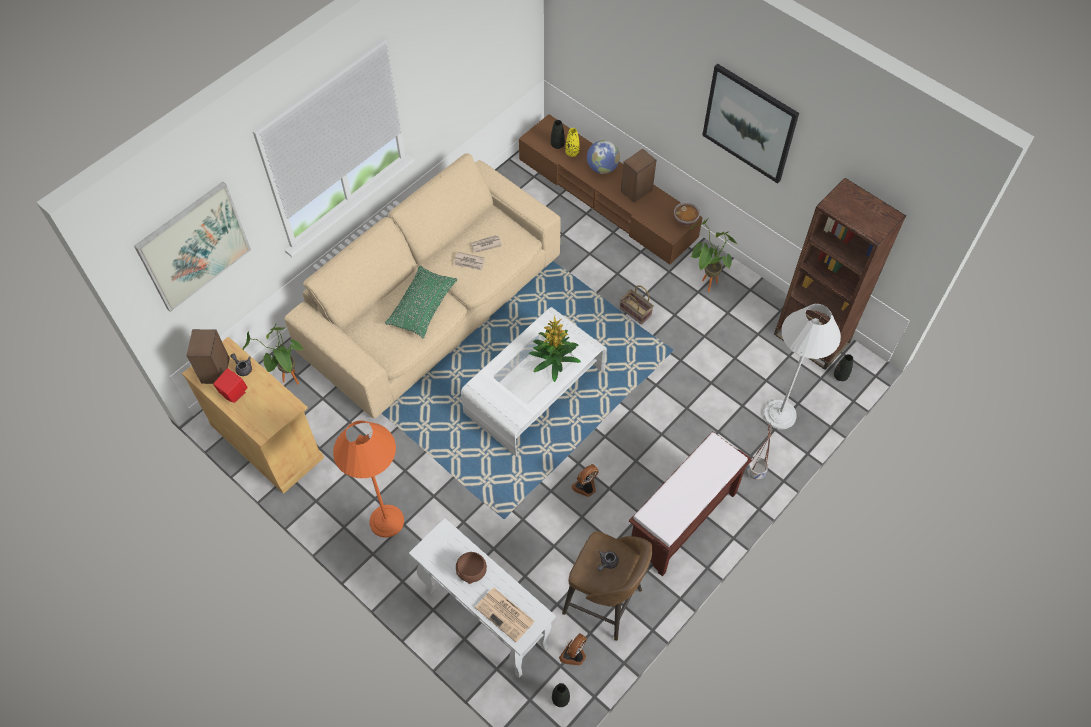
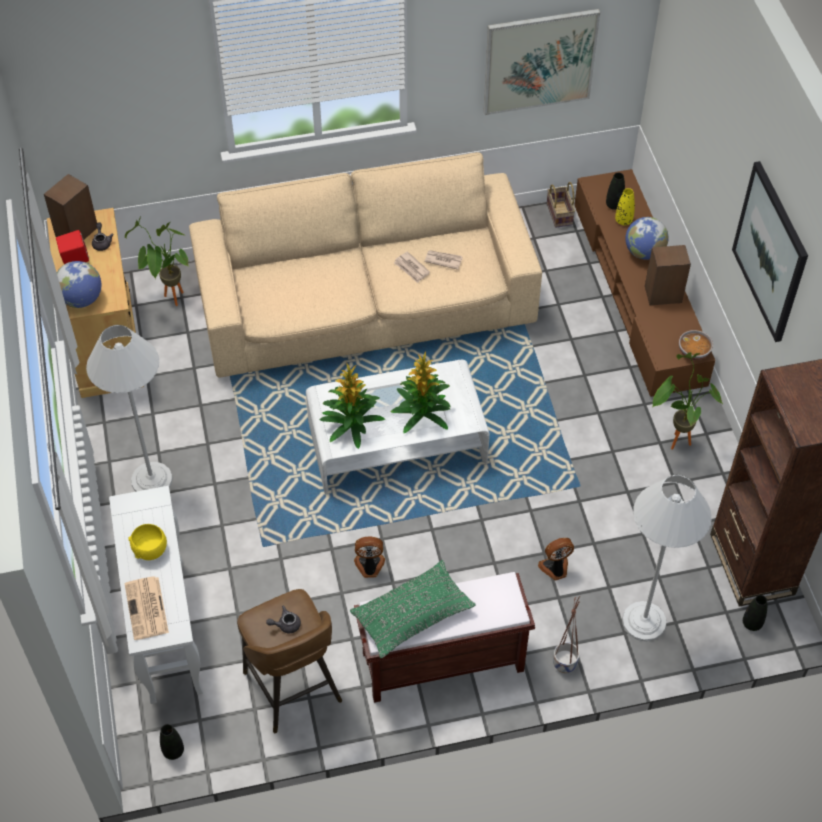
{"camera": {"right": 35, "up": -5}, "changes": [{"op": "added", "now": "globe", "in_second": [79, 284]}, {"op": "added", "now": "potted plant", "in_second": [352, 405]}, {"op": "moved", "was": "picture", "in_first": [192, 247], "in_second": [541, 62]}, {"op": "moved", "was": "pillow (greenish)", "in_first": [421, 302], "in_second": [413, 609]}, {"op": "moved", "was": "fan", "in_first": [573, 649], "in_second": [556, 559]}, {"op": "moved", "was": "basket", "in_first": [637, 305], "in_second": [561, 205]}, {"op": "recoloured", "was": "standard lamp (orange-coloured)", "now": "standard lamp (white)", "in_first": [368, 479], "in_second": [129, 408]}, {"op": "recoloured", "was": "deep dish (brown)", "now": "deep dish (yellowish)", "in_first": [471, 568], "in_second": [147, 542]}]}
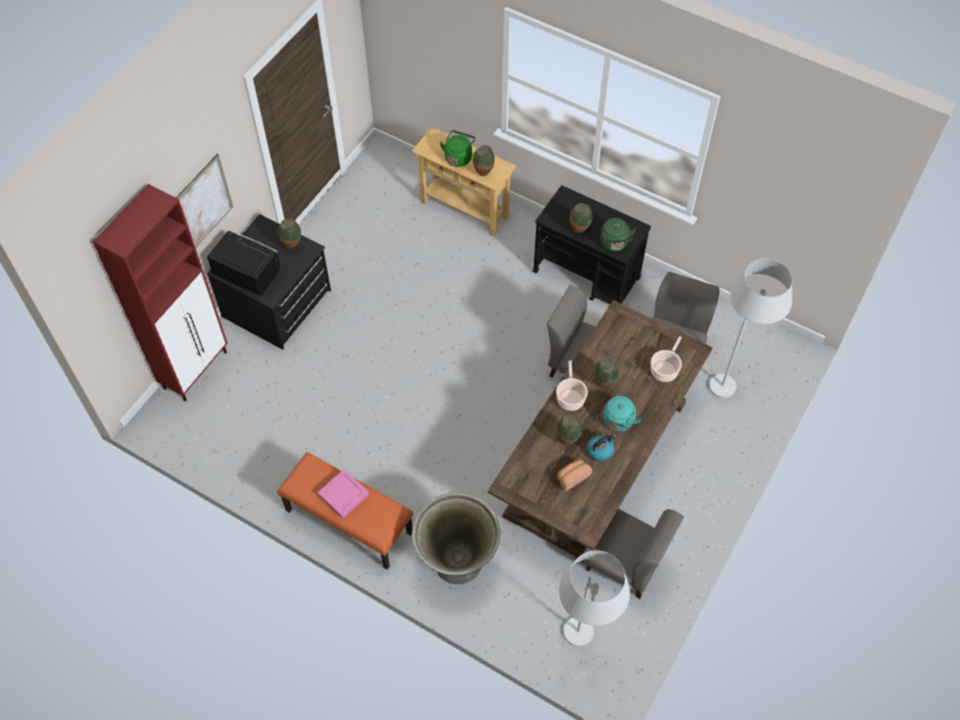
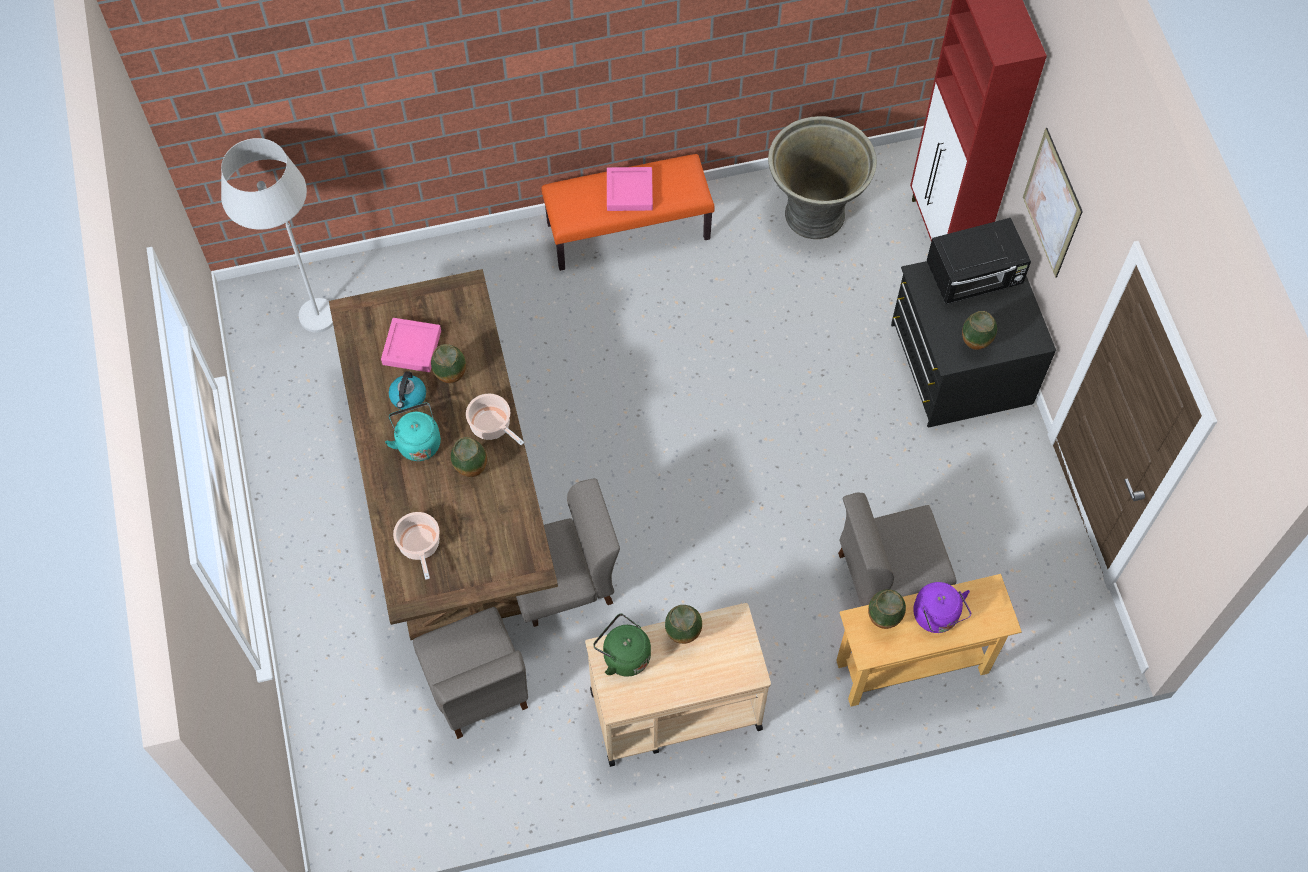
{"camera": {"right": 135, "up": 5}, "changes": [{"op": "removed", "was": "standard lamp (white)", "in_first": [750, 329]}, {"op": "moved", "was": "flower pot (grey)", "in_first": [456, 538], "in_second": [822, 177]}, {"op": "moved", "was": "plain chair (grey)", "in_first": [632, 554], "in_second": [897, 549]}, {"op": "replaced", "was": "bakery bread", "now": "carrying tray (pink-coloured)", "in_first": [574, 475], "in_second": [411, 345]}, {"op": "recoloured", "was": "water kettle (greenish)", "now": "water kettle (purplish)", "in_first": [458, 148], "in_second": [942, 607]}, {"op": "recoloured", "was": "trolley (black)", "now": "trolley (beige-coloured)", "in_first": [592, 244], "in_second": [678, 685]}]}
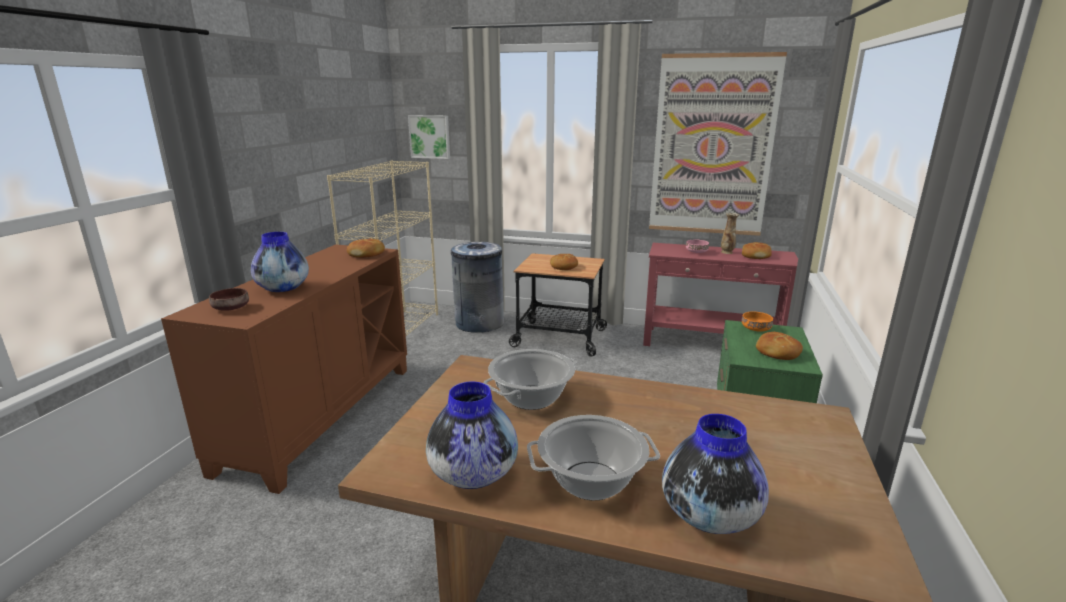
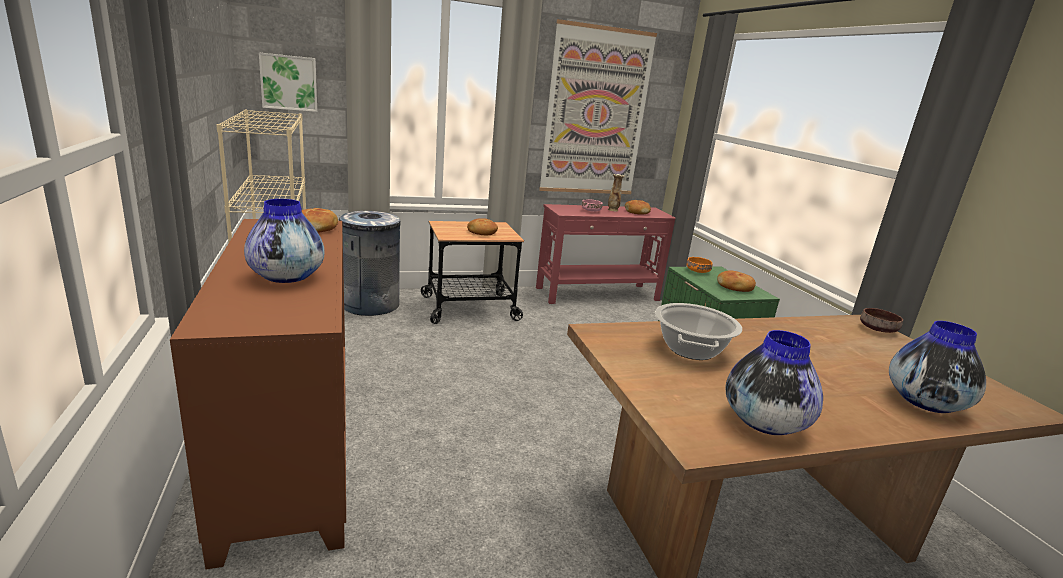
{"camera": {"right": -35, "up": 0}, "changes": [{"op": "removed", "was": "cooking pot", "in_first": [593, 457]}, {"op": "moved", "was": "deep dish (brown)", "in_first": [229, 299], "in_second": [881, 320]}]}
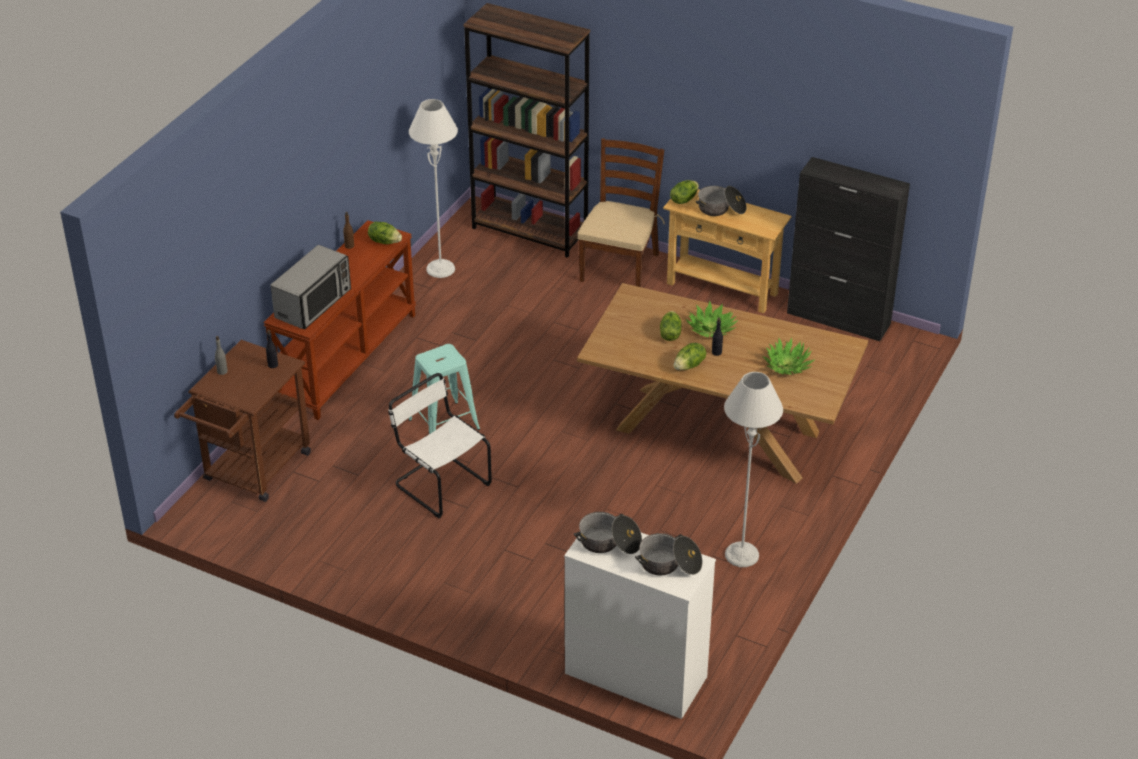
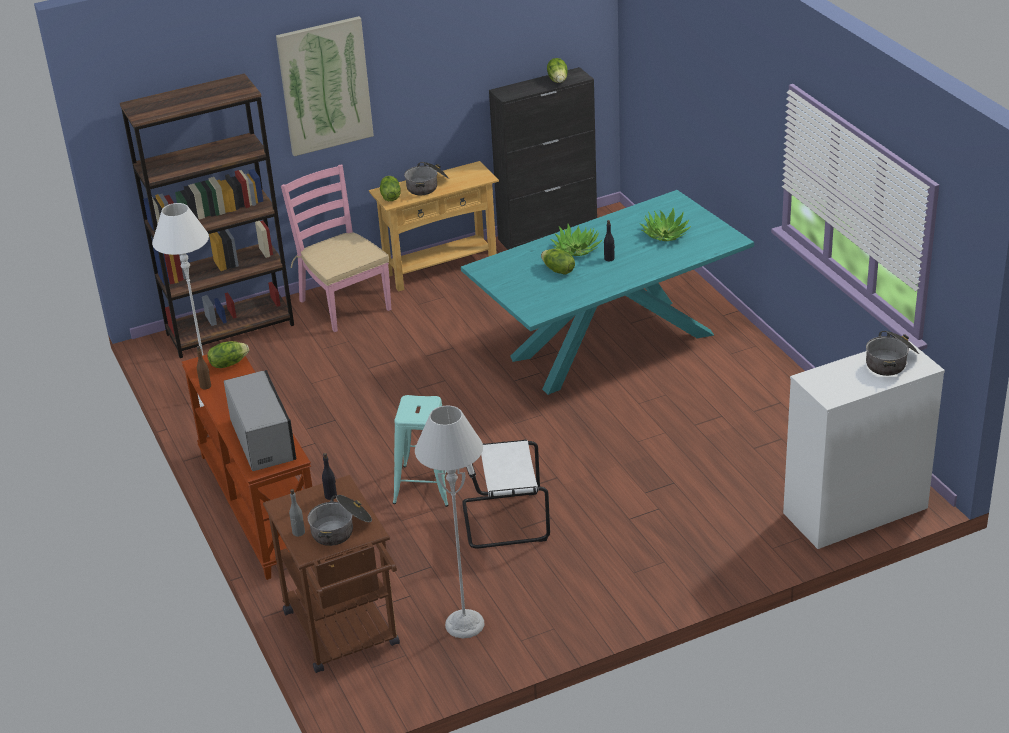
{"camera": {"right": -50, "up": -5}, "changes": [{"op": "added", "now": "picture", "in_second": [325, 86]}, {"op": "moved", "was": "cooking pot", "in_first": [608, 533], "in_second": [340, 520]}, {"op": "moved", "was": "lettuce head", "in_first": [690, 356], "in_second": [557, 70]}, {"op": "moved", "was": "standard lamp (grey)", "in_first": [753, 469], "in_second": [449, 521]}, {"op": "recoloured", "was": "plain chair (brown)", "now": "plain chair (pink-coloured)", "in_first": [621, 212], "in_second": [336, 248]}, {"op": "recoloured", "was": "dining table (brown)", "now": "dining table (blue-green)", "in_first": [722, 383], "in_second": [607, 292]}]}
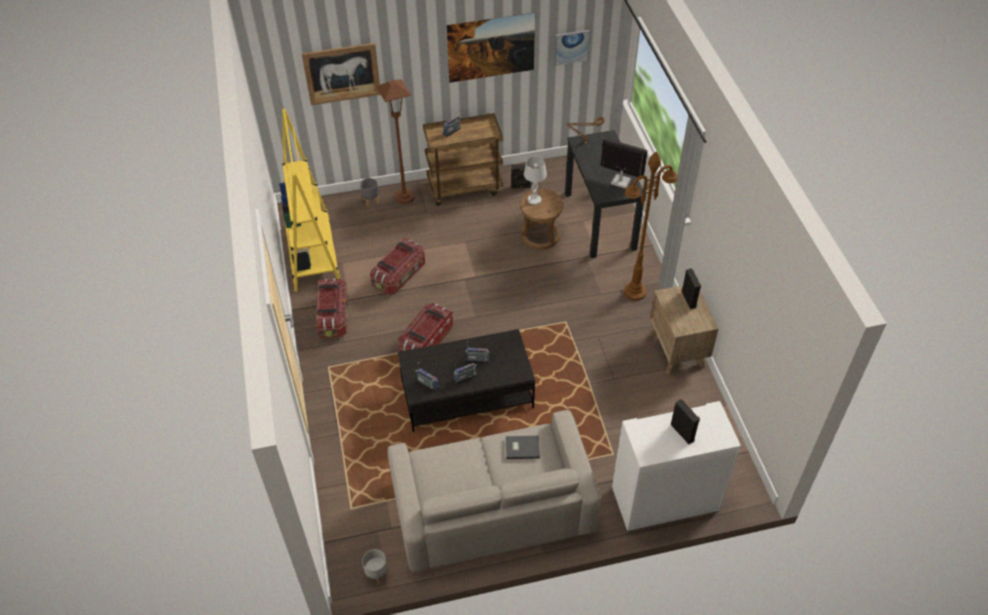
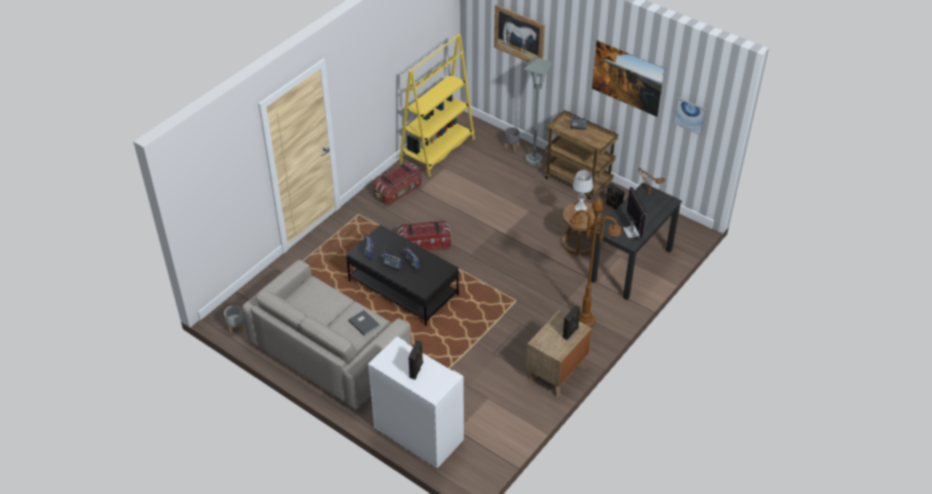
{"camera": {"right": 50, "up": -5}, "changes": [{"op": "removed", "was": "storage container", "in_first": [397, 266]}, {"op": "recoloured", "was": "standard lamp (brown)", "now": "standard lamp (grey)", "in_first": [395, 141], "in_second": [539, 111]}]}
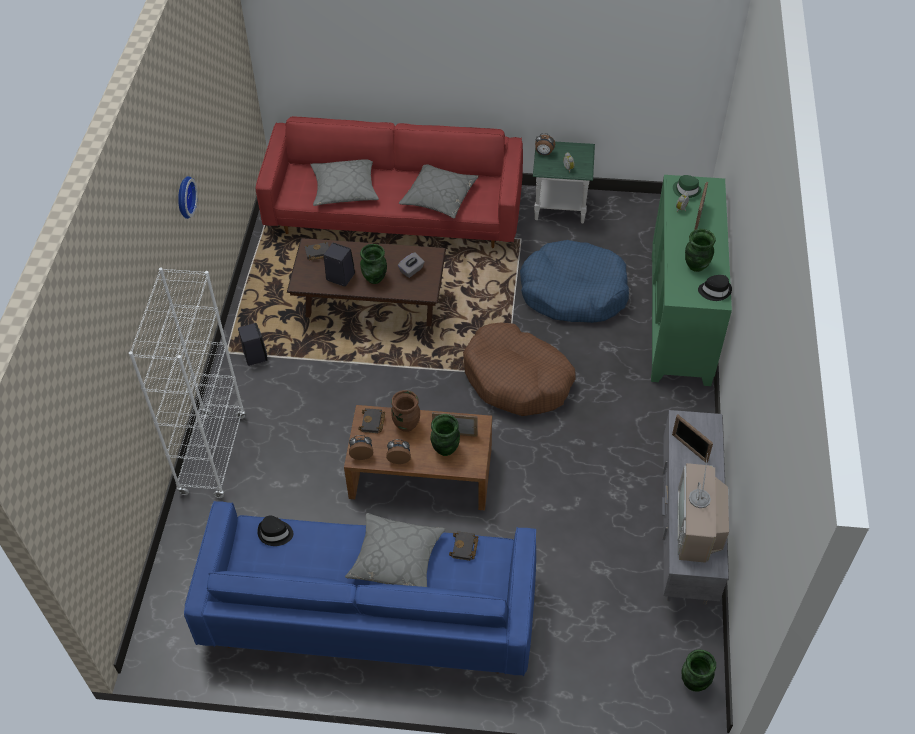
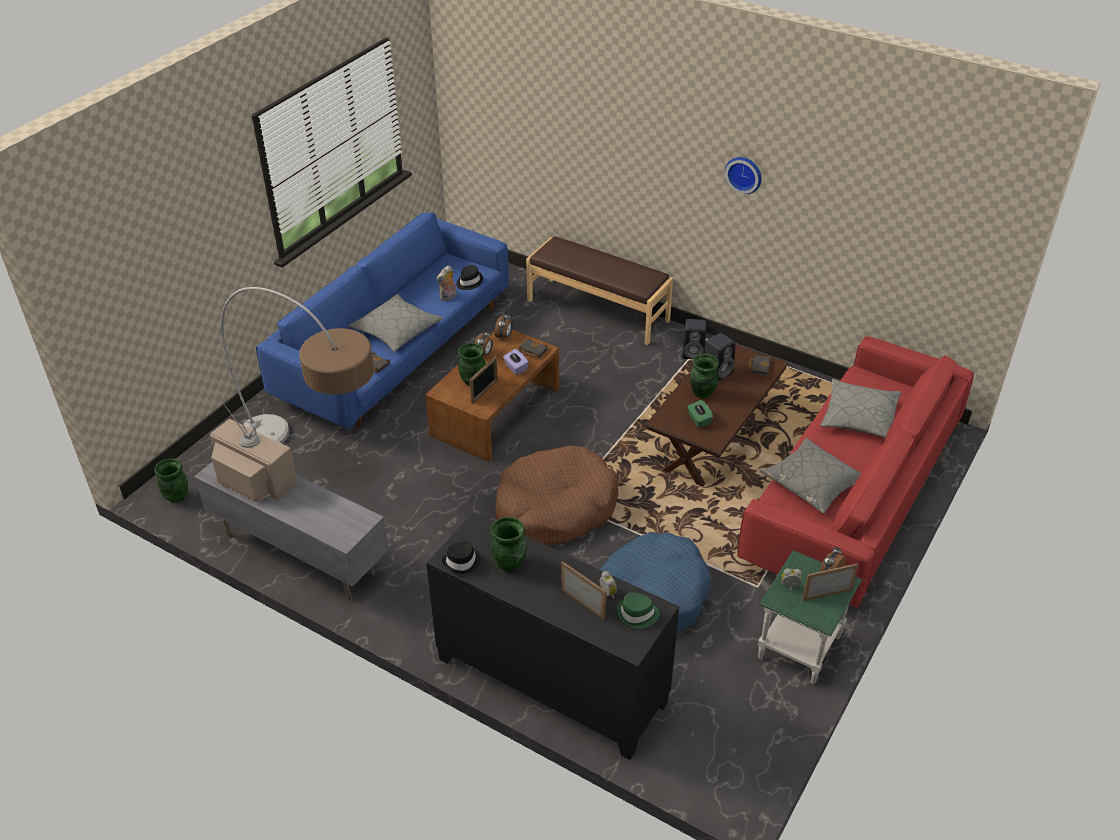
{"camera": {"right": 115, "up": -10}, "changes": [{"op": "added", "now": "standard lamp", "in_second": [297, 365]}, {"op": "added", "now": "cuddly toy", "in_second": [446, 283]}, {"op": "moved", "was": "standing frame", "in_first": [692, 438], "in_second": [830, 582]}, {"op": "replaced", "was": "bookcase (white)", "now": "bench (brown)", "in_first": [187, 383], "in_second": [599, 290]}, {"op": "replaced", "was": "flower vase (brown)", "now": "tissue holder (purplish)", "in_first": [405, 411], "in_second": [516, 362]}, {"op": "recoloured", "was": "tissue holder (grey)", "now": "tissue holder (greenish)", "in_first": [411, 265], "in_second": [700, 414]}, {"op": "recoloured", "was": "storage cabinet (greenish)", "now": "storage cabinet (black)", "in_first": [691, 280], "in_second": [552, 636]}]}
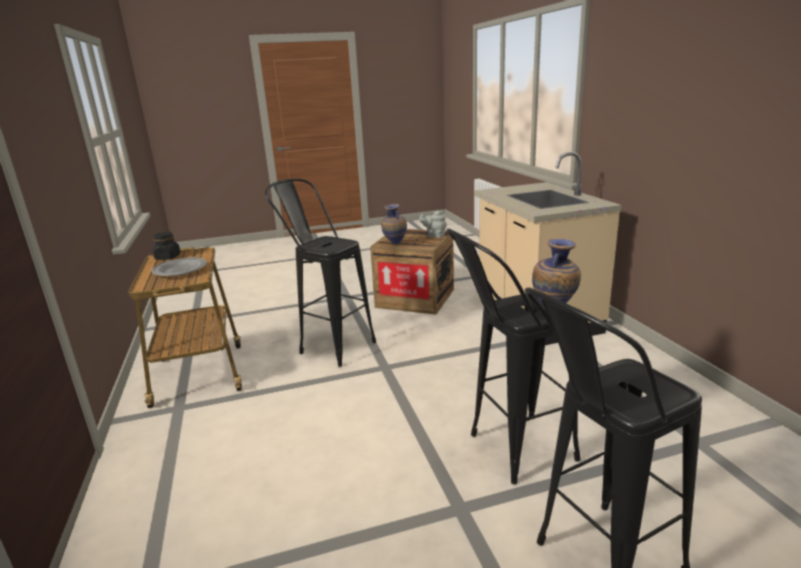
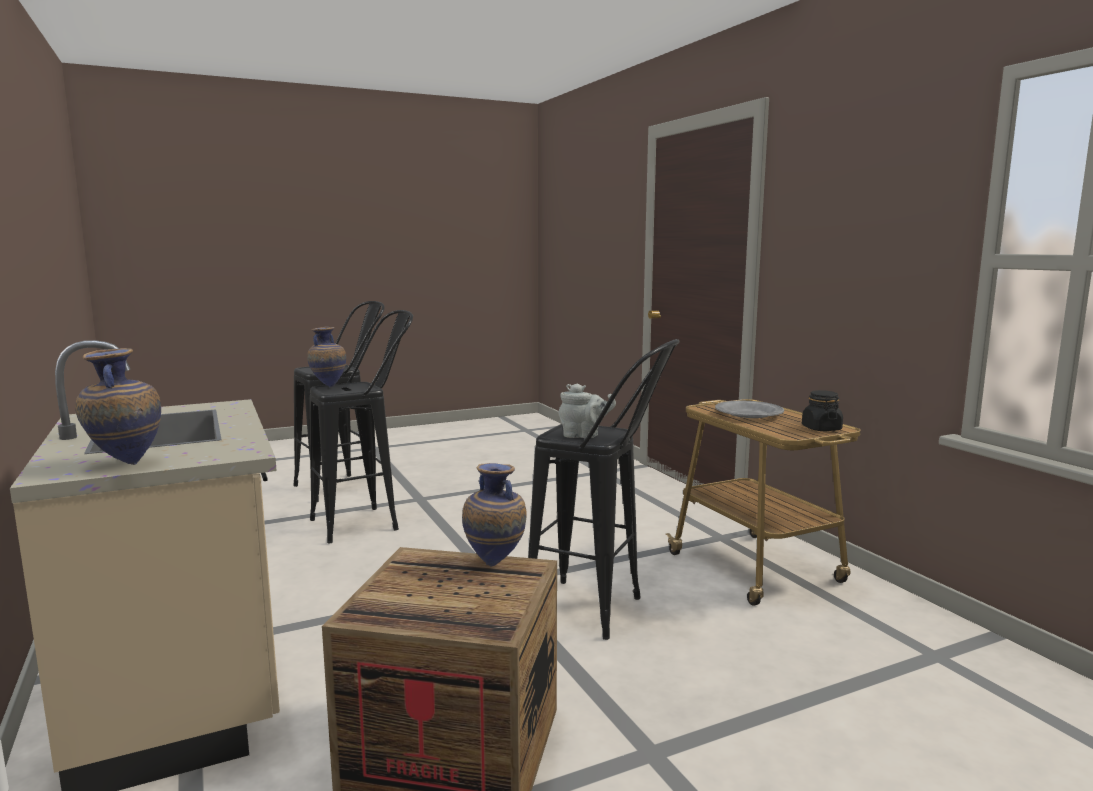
{"camera": {"right": 170, "up": -10}, "changes": [{"op": "added", "now": "flower vase", "in_second": [118, 406]}, {"op": "moved", "was": "pot for tea (grey)", "in_first": [433, 224], "in_second": [587, 411]}]}
